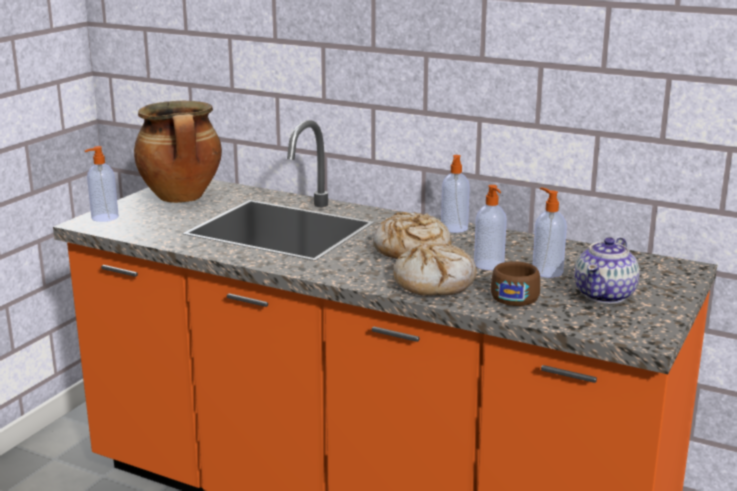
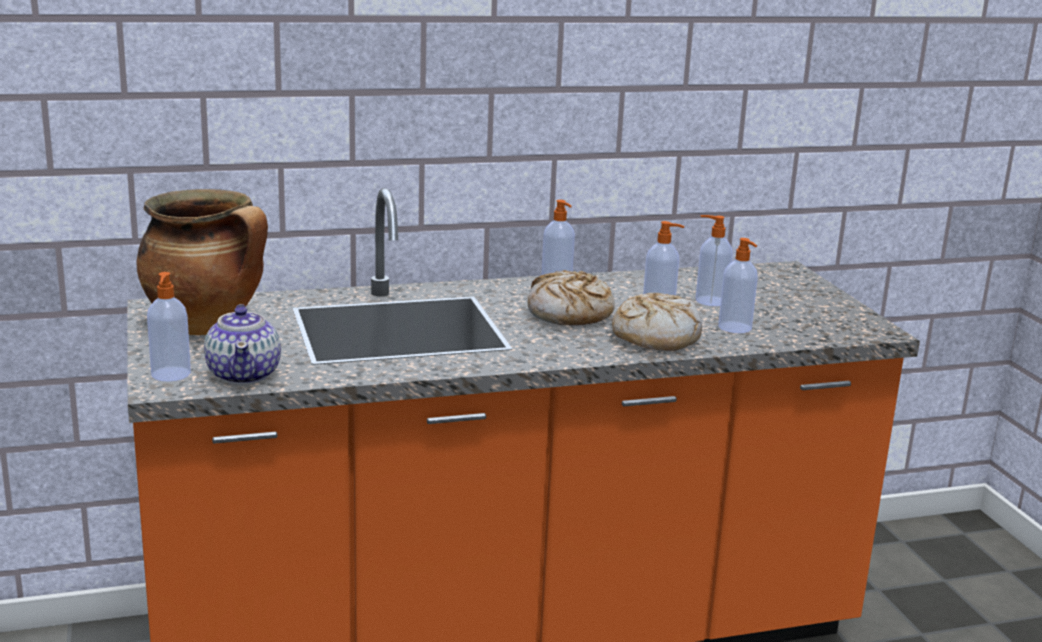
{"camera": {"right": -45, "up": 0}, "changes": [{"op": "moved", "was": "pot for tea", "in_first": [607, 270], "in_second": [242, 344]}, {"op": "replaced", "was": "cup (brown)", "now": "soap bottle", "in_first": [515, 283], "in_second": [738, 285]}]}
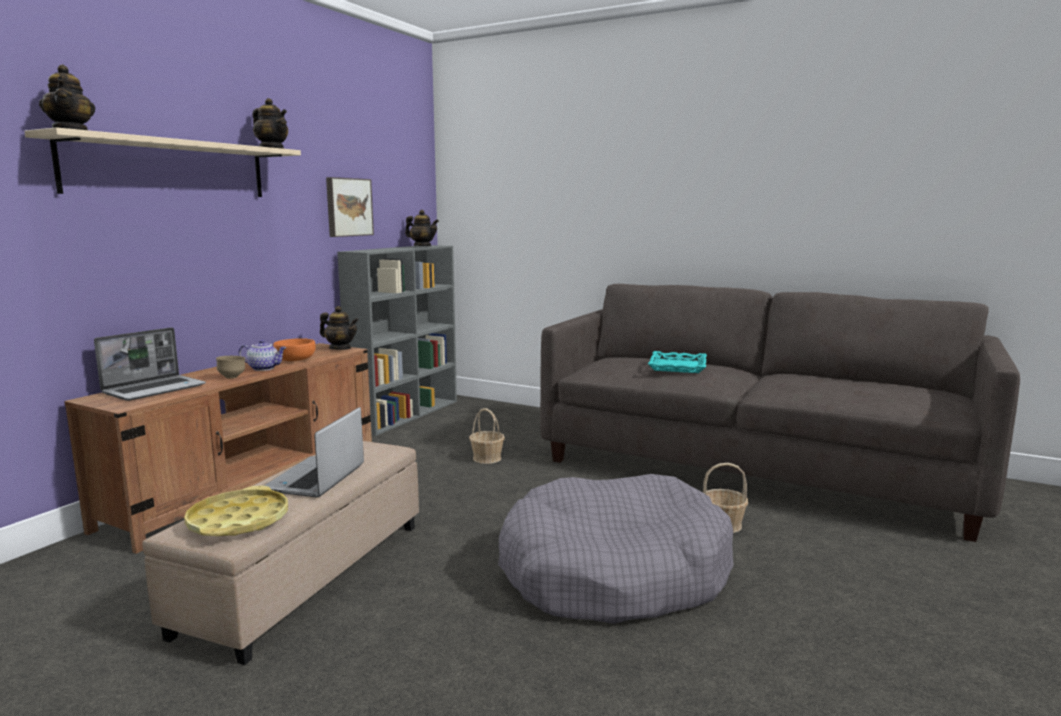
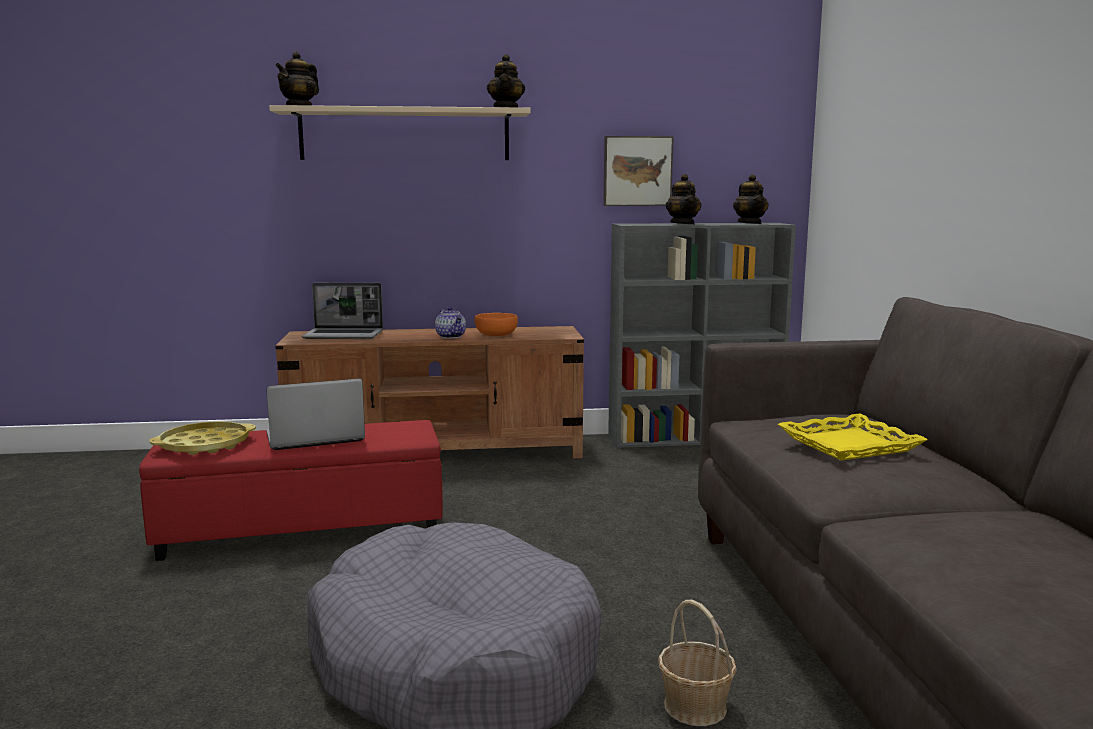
{"camera": {"right": 55, "up": 0}, "changes": [{"op": "removed", "was": "deep dish (brown)", "in_first": [230, 367]}, {"op": "removed", "was": "basket", "in_first": [487, 436]}, {"op": "moved", "was": "pot for tea", "in_first": [339, 328], "in_second": [683, 199]}, {"op": "recoloured", "was": "footrest (beige-coloured)", "now": "footrest (reddish)", "in_first": [280, 553], "in_second": [291, 490]}, {"op": "recoloured", "was": "carrying tray (blue-green)", "now": "carrying tray (yellowish)", "in_first": [677, 362], "in_second": [853, 437]}]}
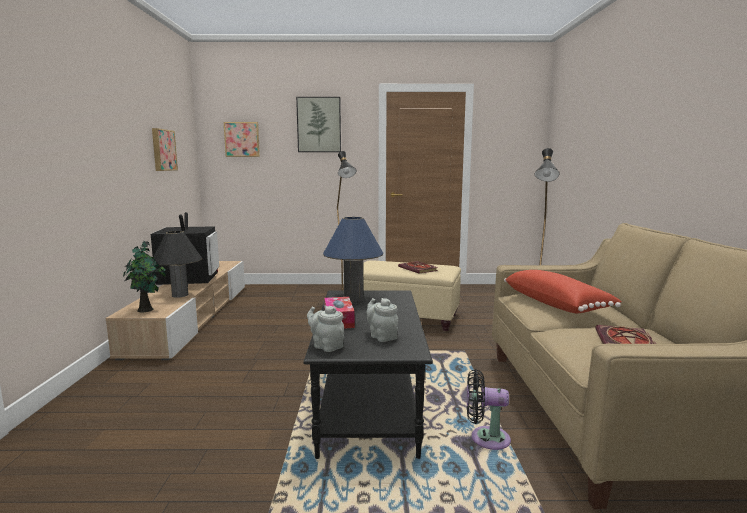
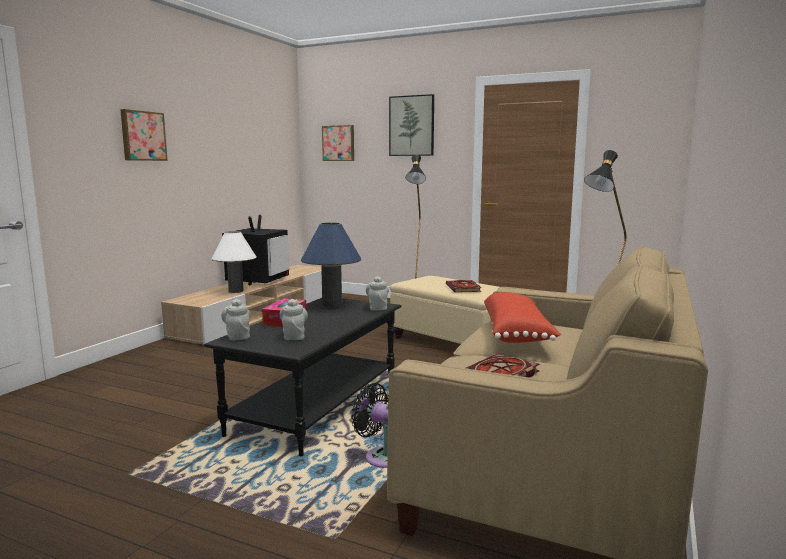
{"camera": {"right": 25, "up": 0}, "changes": [{"op": "removed", "was": "potted plant", "in_first": [144, 276]}, {"op": "added", "now": "pot for tea (grey)", "in_second": [377, 293]}, {"op": "moved", "was": "picture", "in_first": [165, 149], "in_second": [144, 135]}, {"op": "recoloured", "was": "tabletop lamp (black)", "now": "tabletop lamp (white)", "in_first": [178, 264], "in_second": [234, 262]}]}
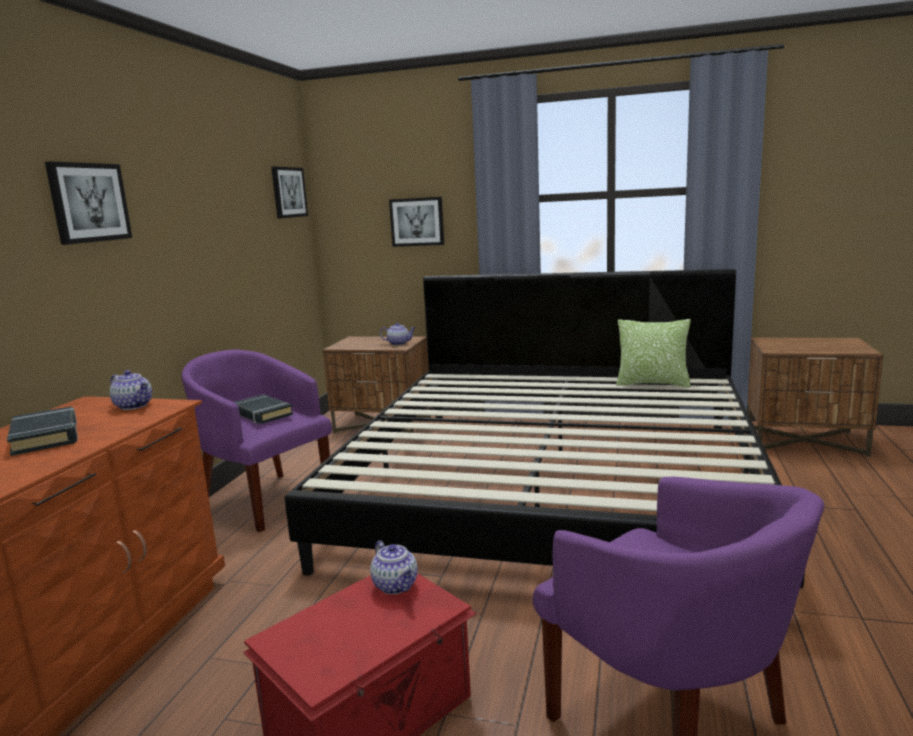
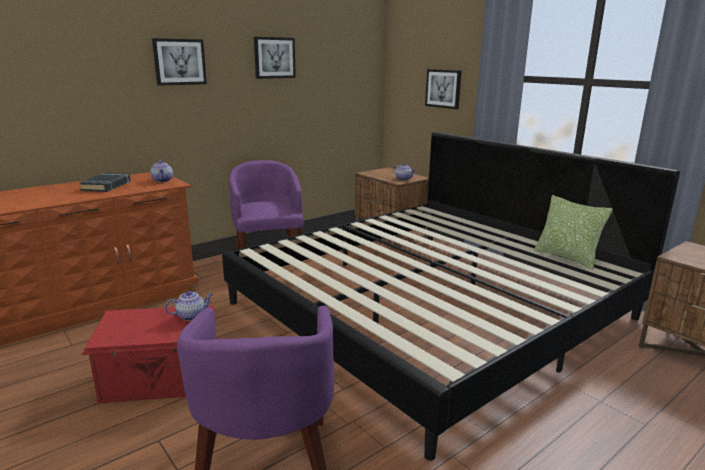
{"camera": {"right": 35, "up": 5}, "changes": [{"op": "removed", "was": "volume (black)", "in_first": [263, 409]}, {"op": "moved", "was": "picture", "in_first": [289, 192], "in_second": [275, 58]}, {"op": "turned", "was": "pot for tea", "in_first": [394, 567], "in_second": [189, 306], "clockwise": -120}]}
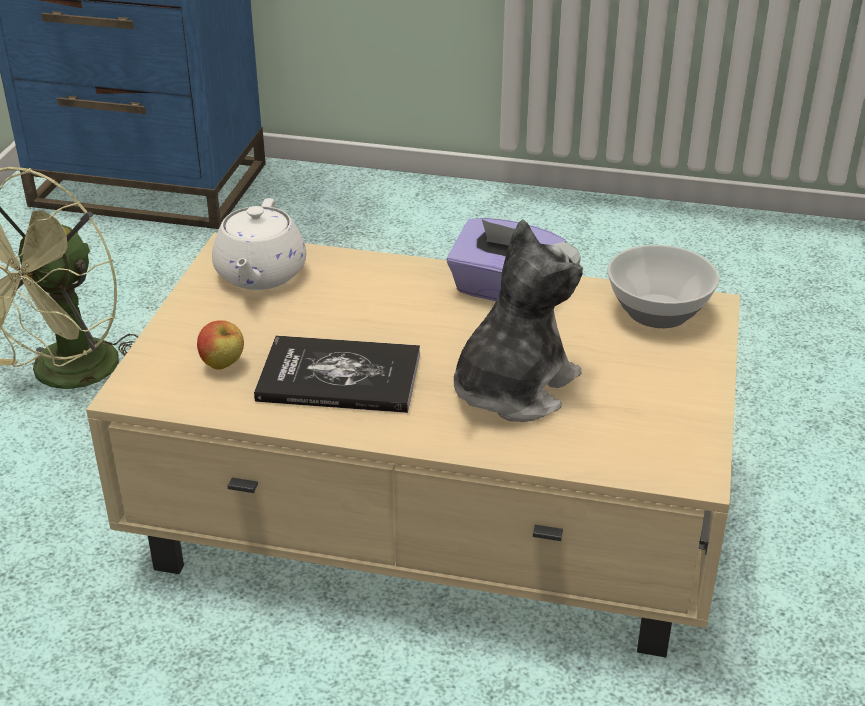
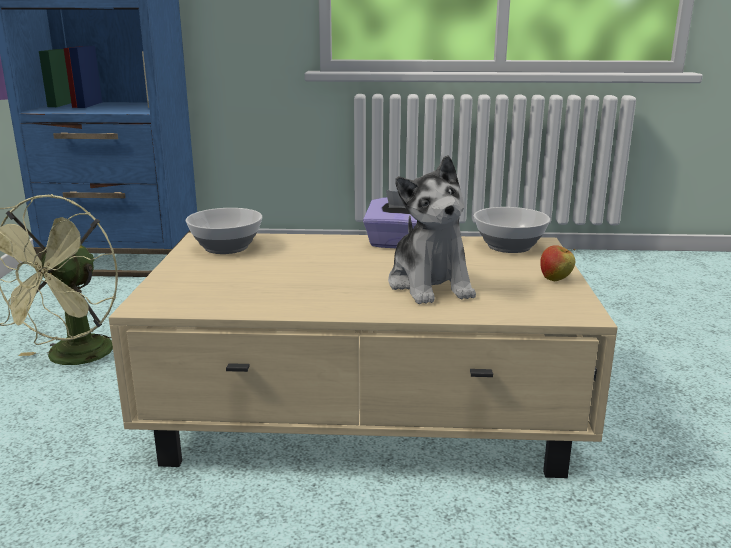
{"camera": {"right": -10, "up": -15}, "changes": [{"op": "removed", "was": "volume", "in_first": [337, 374]}, {"op": "moved", "was": "apple fruit", "in_first": [220, 345], "in_second": [557, 263]}, {"op": "replaced", "was": "pot for tea (white)", "now": "deep dish", "in_first": [259, 244], "in_second": [224, 231]}, {"op": "turned", "was": "cuddly toy", "in_first": [518, 320], "in_second": [432, 229], "clockwise": 135}]}
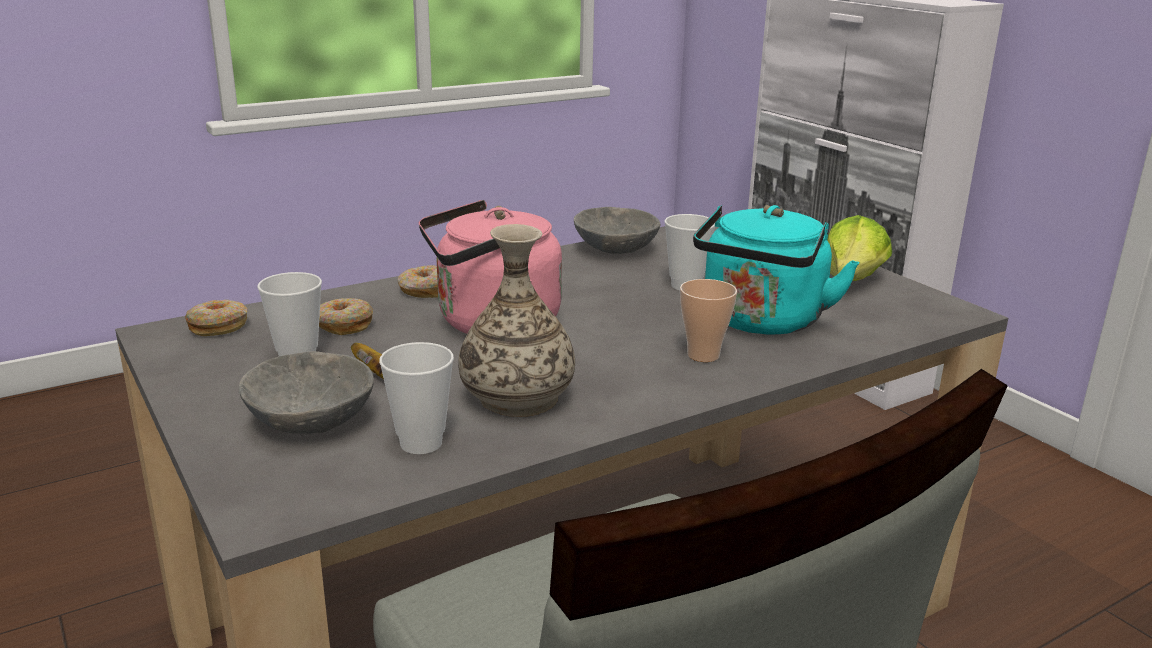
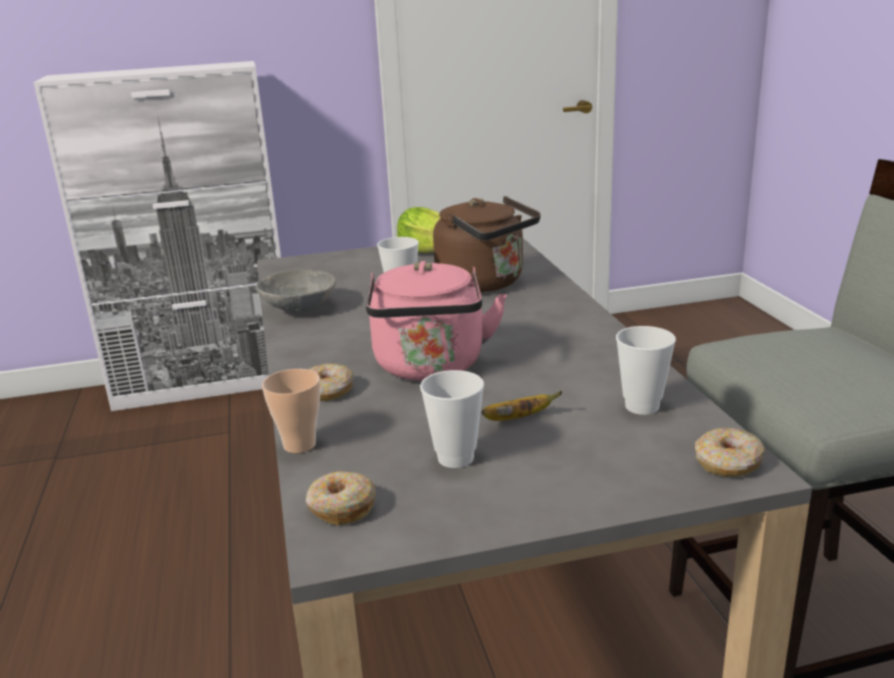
{"camera": {"right": -70, "up": 0}, "changes": [{"op": "removed", "was": "deep dish (grey)", "in_first": [306, 392]}, {"op": "removed", "was": "flower vase", "in_first": [516, 320]}, {"op": "moved", "was": "doughnut", "in_first": [346, 316], "in_second": [730, 452]}, {"op": "moved", "was": "cup", "in_first": [708, 320], "in_second": [291, 411]}, {"op": "recoloured", "was": "water kettle (blue-green)", "now": "water kettle (brown)", "in_first": [776, 270], "in_second": [487, 244]}]}
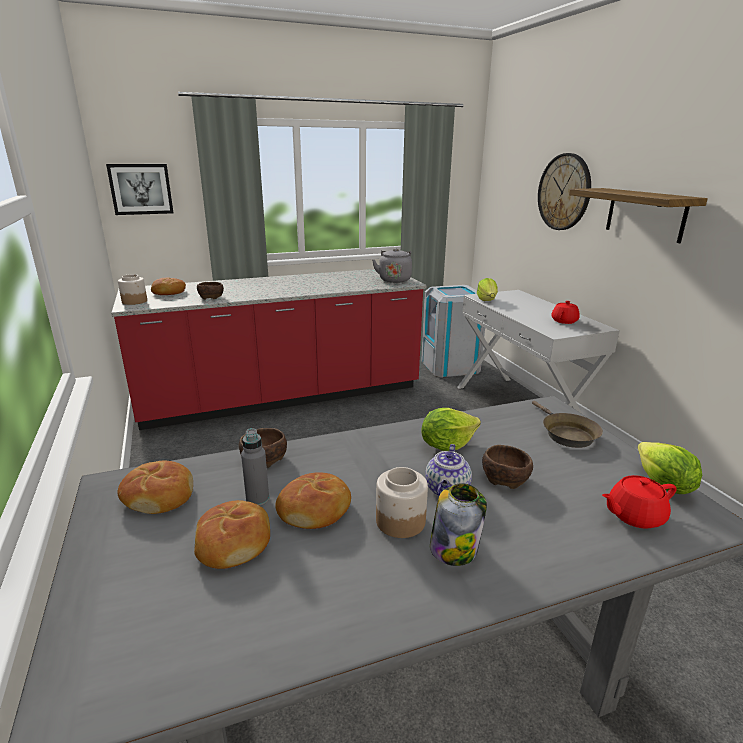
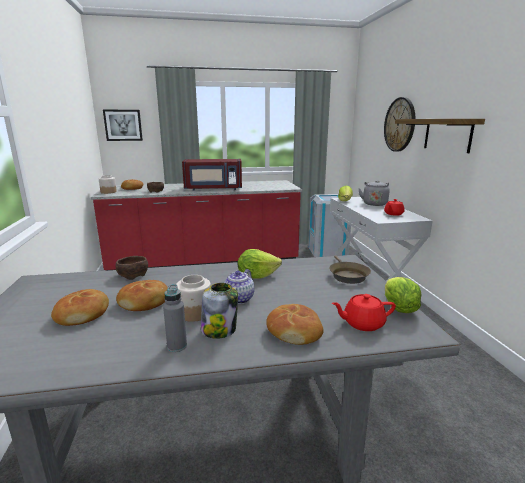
{"camera": {"right": 10, "up": -5}, "changes": [{"op": "removed", "was": "deep dish (brown)", "in_first": [507, 467]}, {"op": "added", "now": "microwave (reddish)", "in_second": [212, 175]}, {"op": "moved", "was": "bakery bread", "in_first": [155, 487], "in_second": [295, 324]}, {"op": "moved", "was": "drink bottle (grey)", "in_first": [255, 467], "in_second": [175, 318]}, {"op": "moved", "was": "water kettle (grey)", "in_first": [392, 265], "in_second": [374, 193]}]}
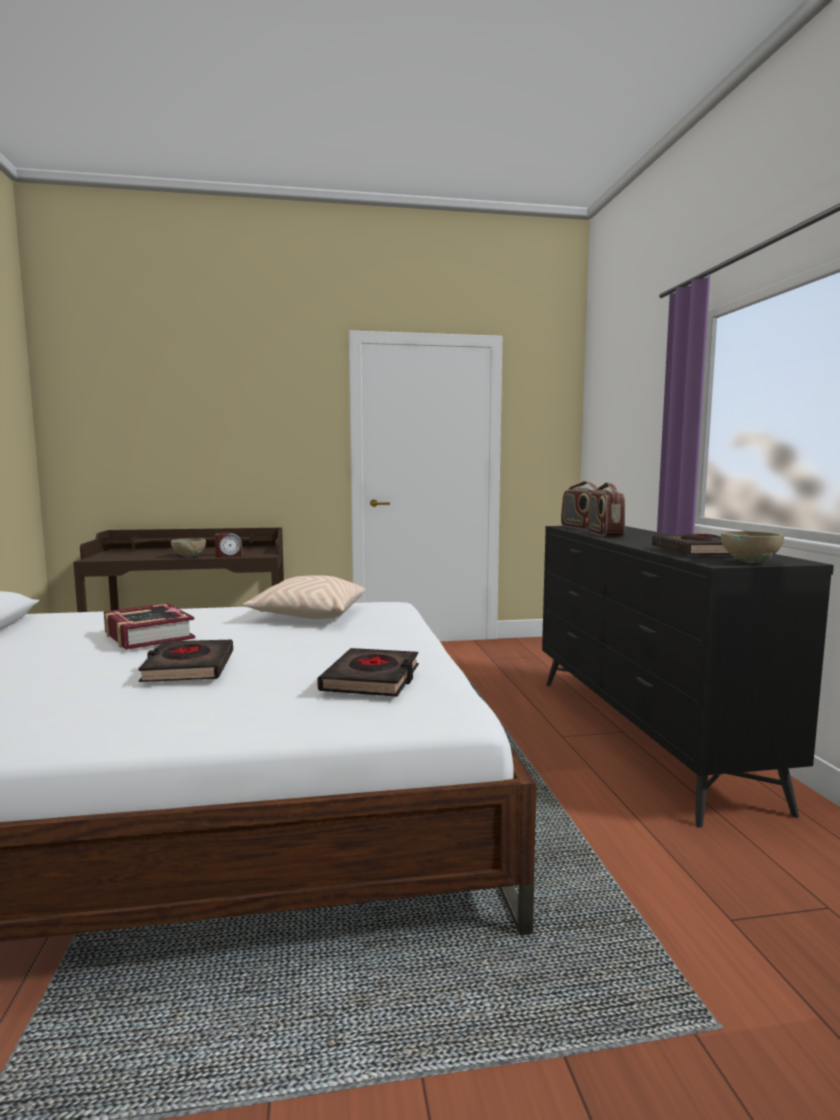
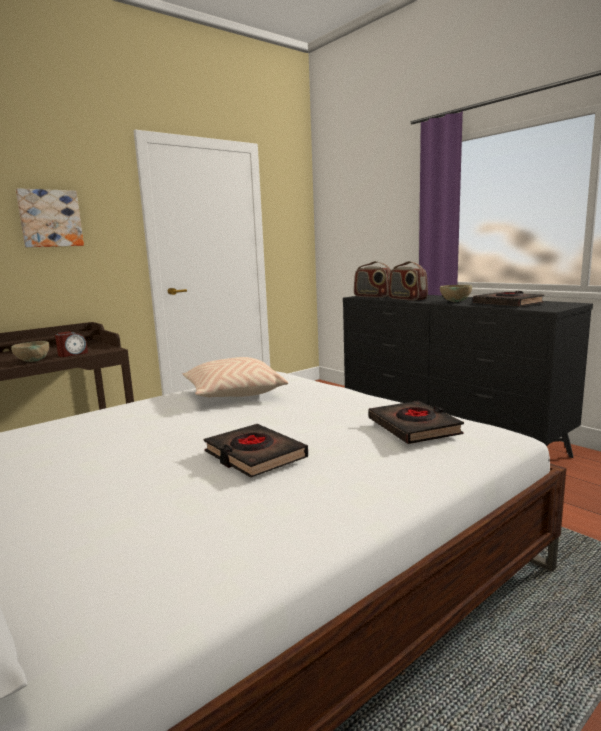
{"camera": {"right": -30, "up": 5}, "changes": [{"op": "removed", "was": "volume", "in_first": [149, 626]}, {"op": "added", "now": "picture", "in_second": [50, 217]}, {"op": "moved", "was": "deep dish (beige-coloured)", "in_first": [752, 547], "in_second": [456, 293]}]}
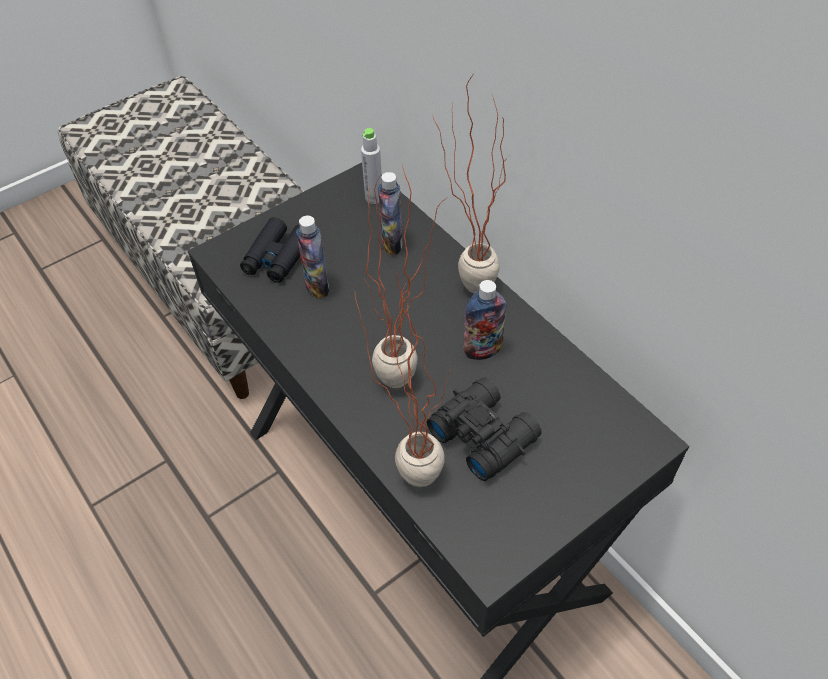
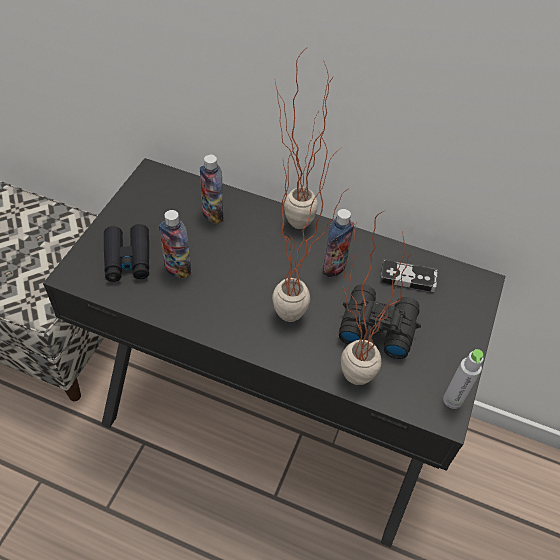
{"camera": {"right": -35, "up": 0}, "changes": [{"op": "added", "now": "game controller", "in_second": [409, 275]}, {"op": "moved", "was": "drink bottle (grey)", "in_first": [371, 166], "in_second": [463, 379]}]}
